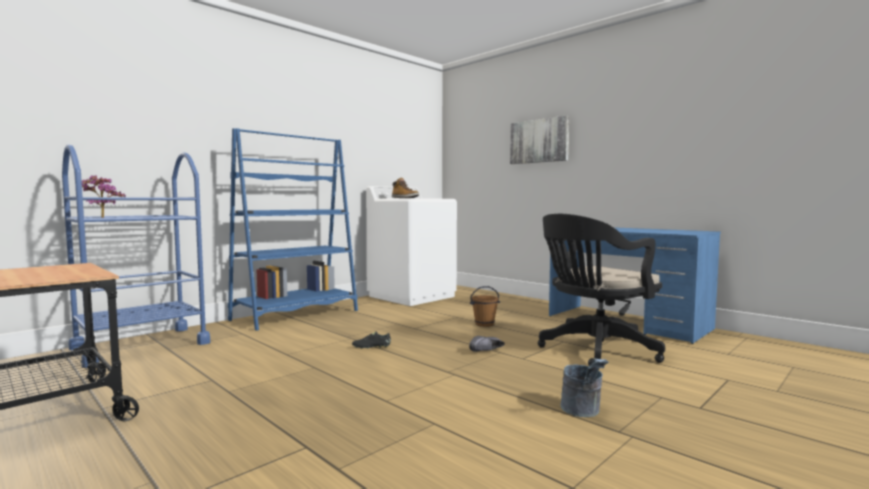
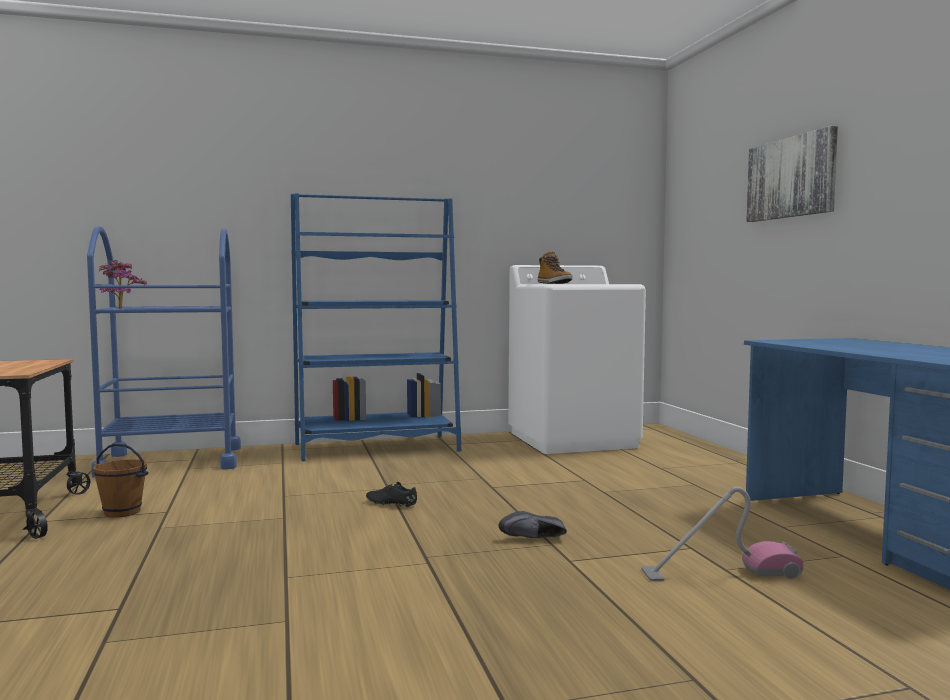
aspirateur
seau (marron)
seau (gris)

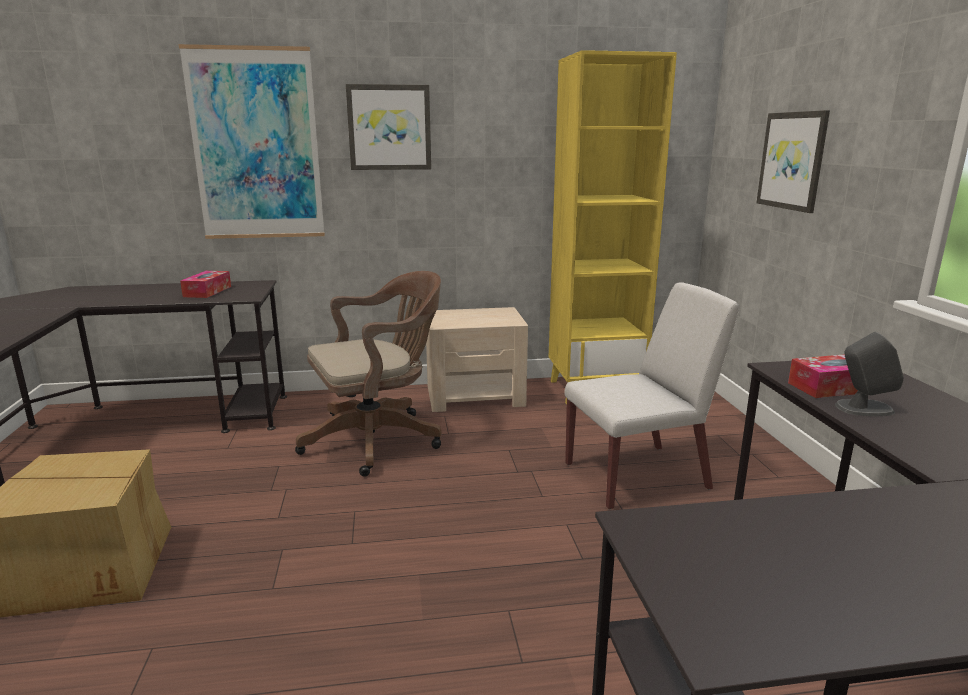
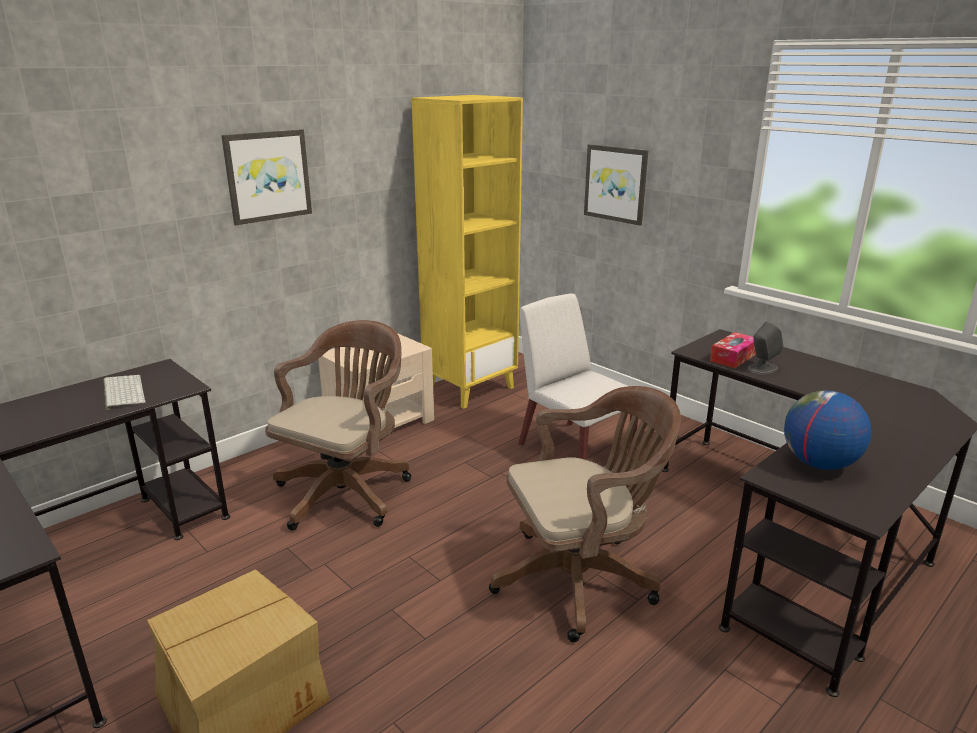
tableau (1st from left in the first image)
clavier
chaise (blanc)
chaise de bureau (marron) (2nd from left)
globe

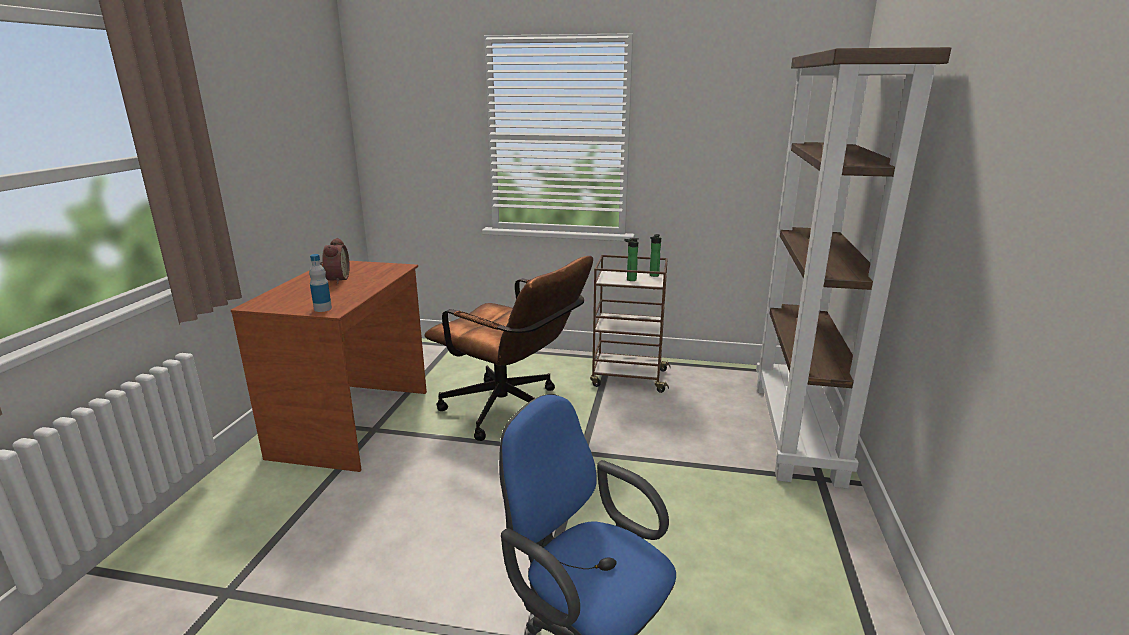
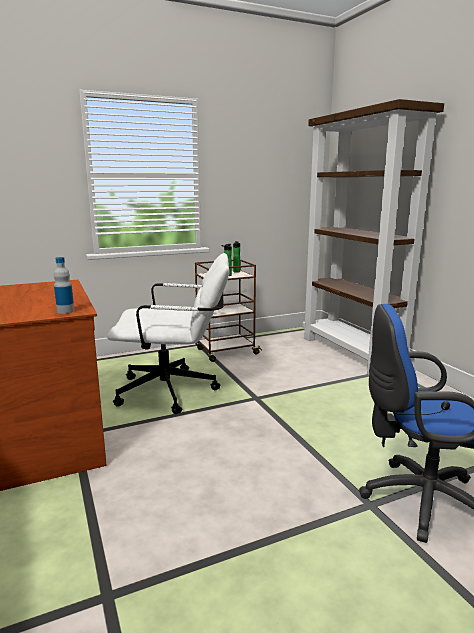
réveil
chaise de bureau (blanc)

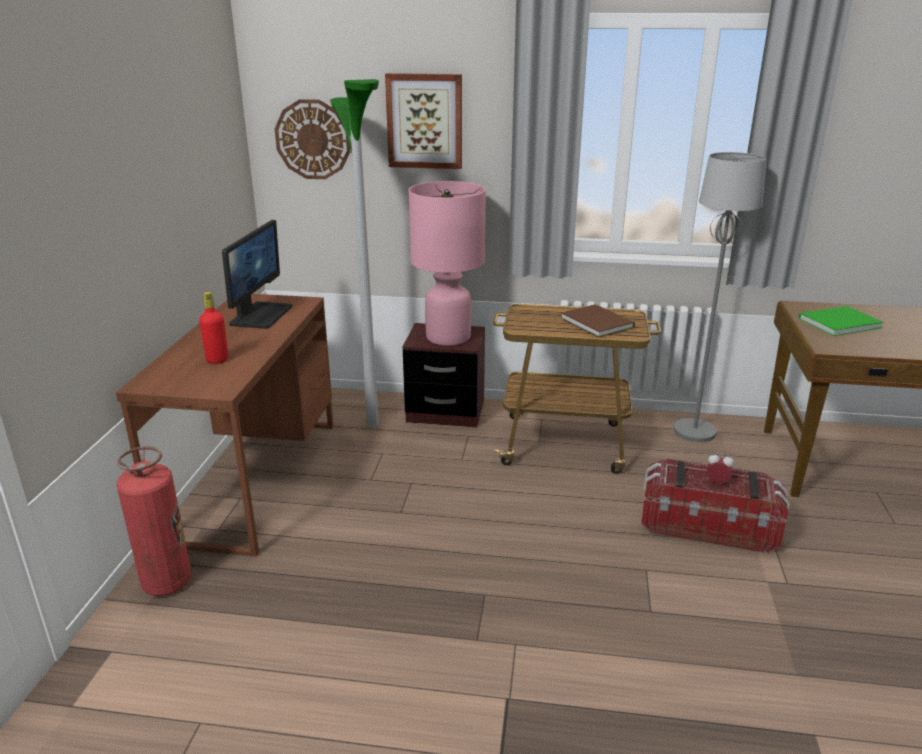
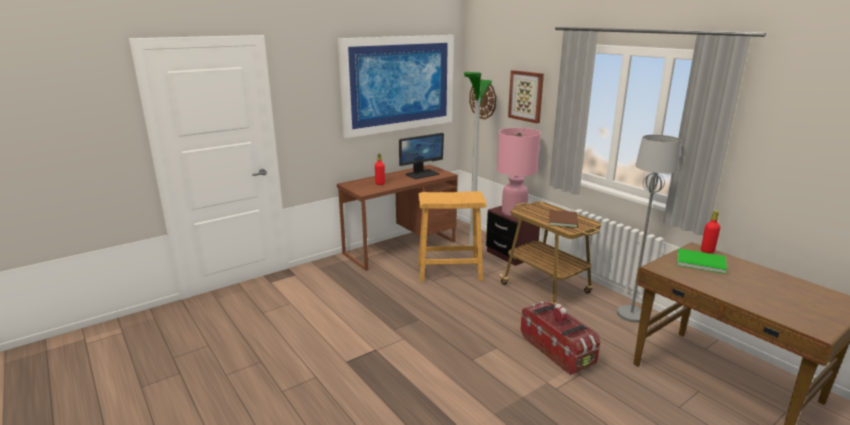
extincteur
tableau (1st from left)
tabouret (beige)
bouteille (rouge) (2nd from left)

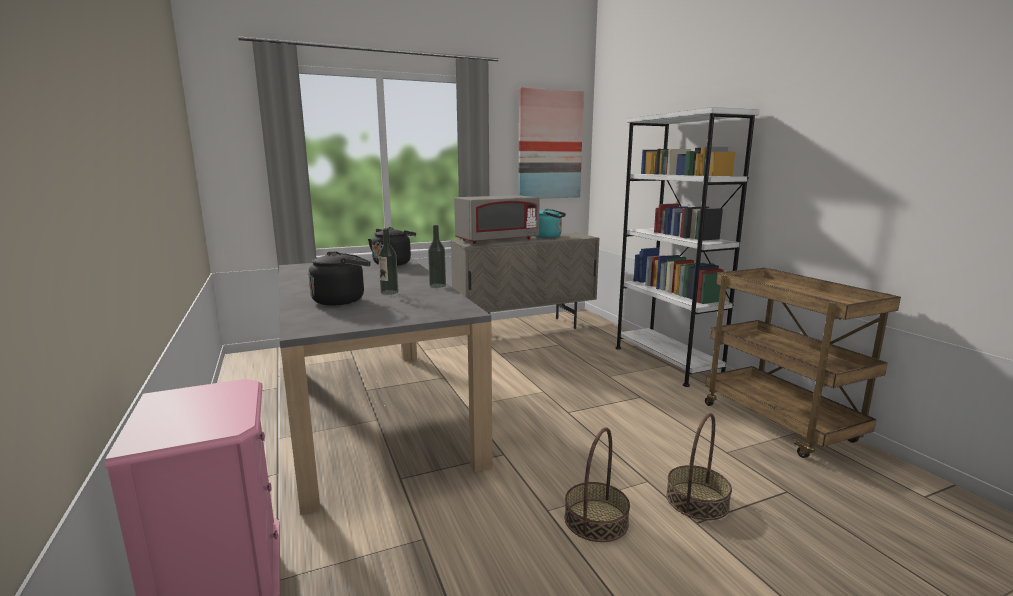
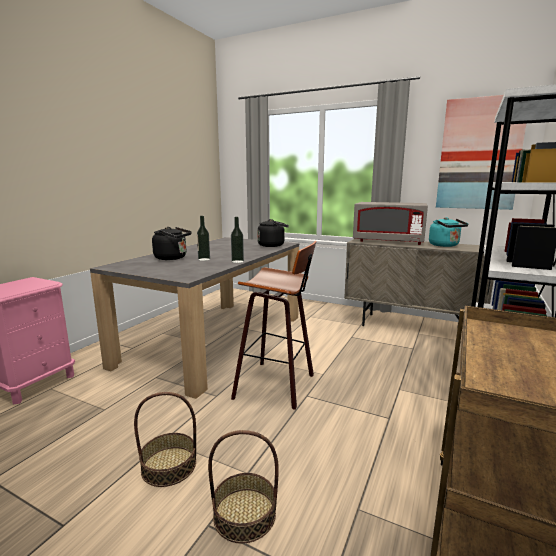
tabouret

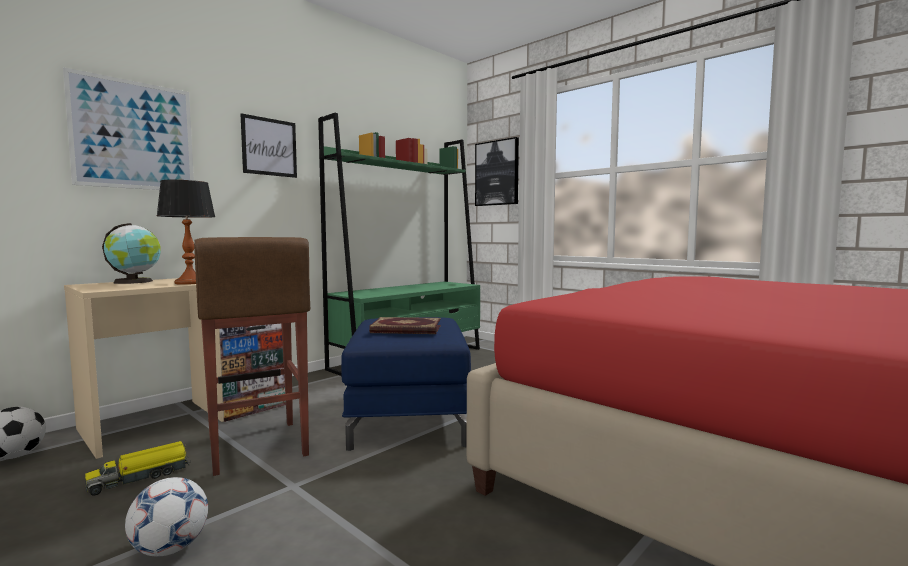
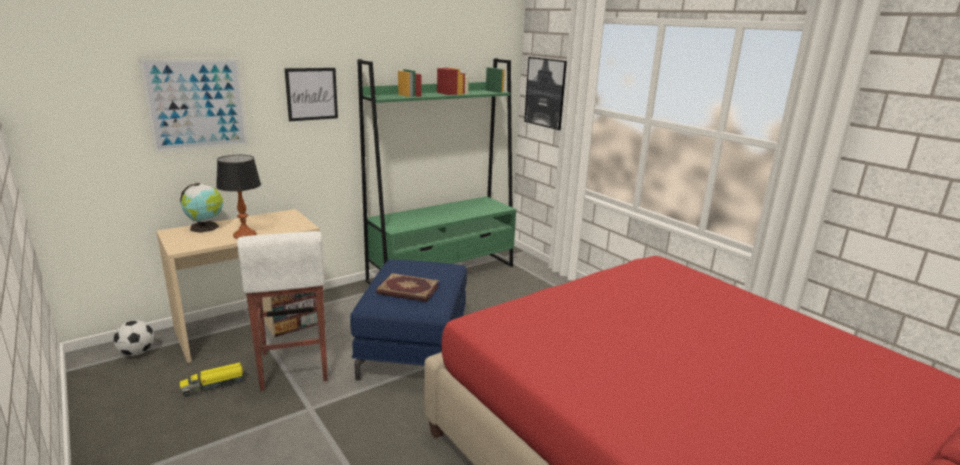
tabouret (blanc)
ballon de foot (2nd from left in the first image)

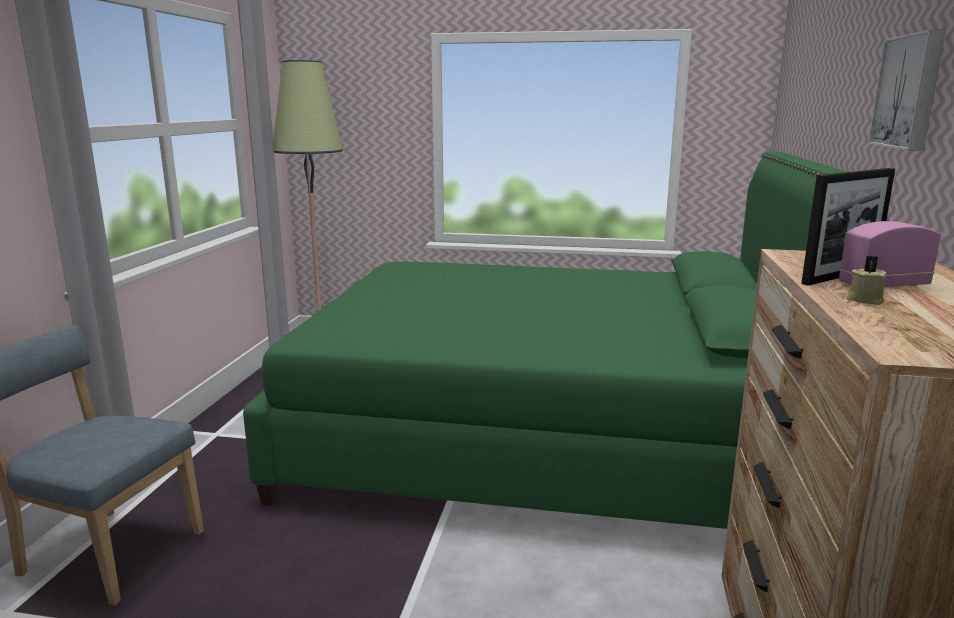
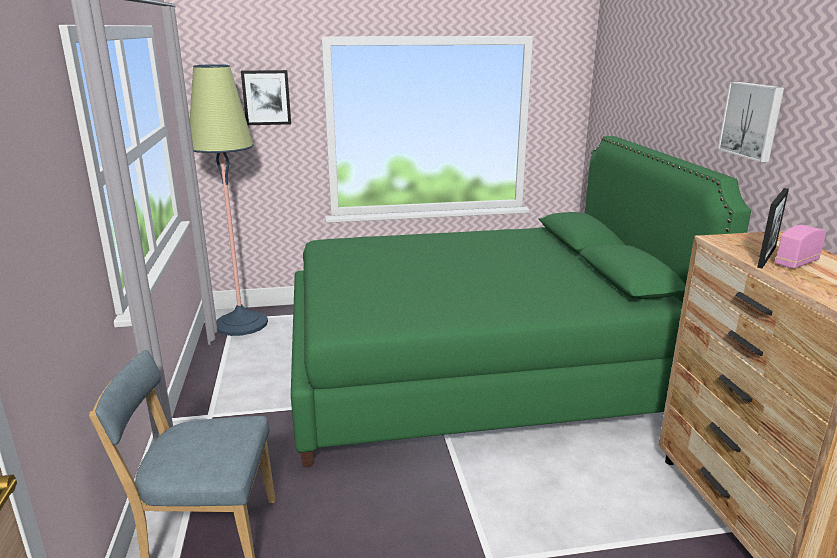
bougie (beige)
tableau (1st from left)

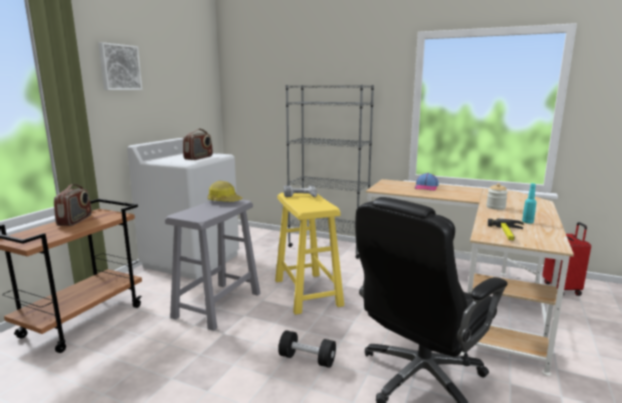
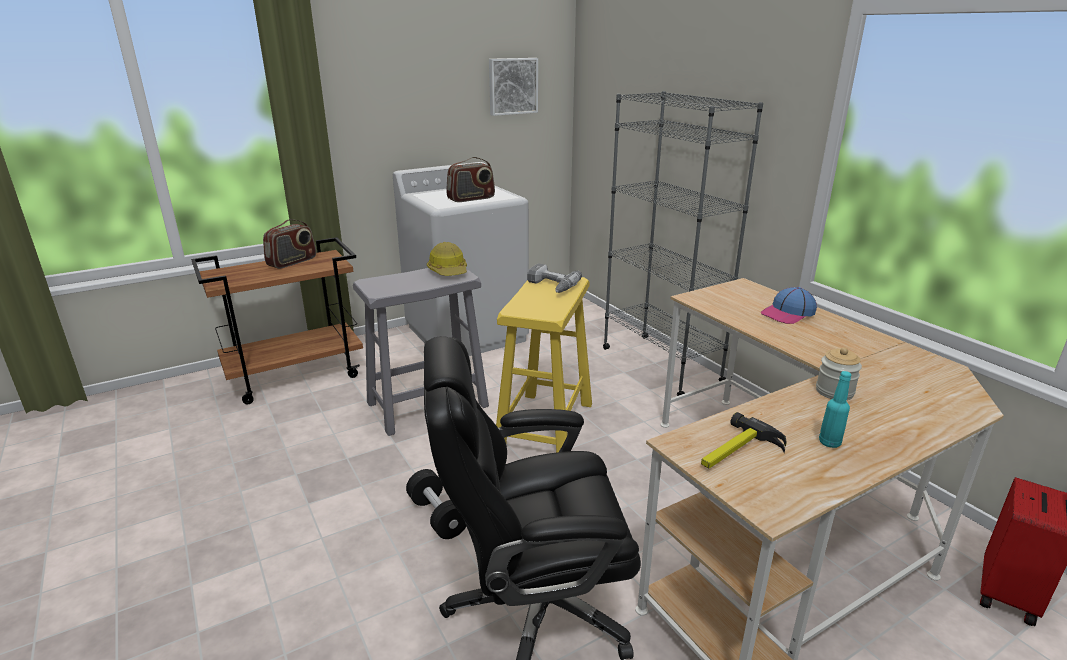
tableau

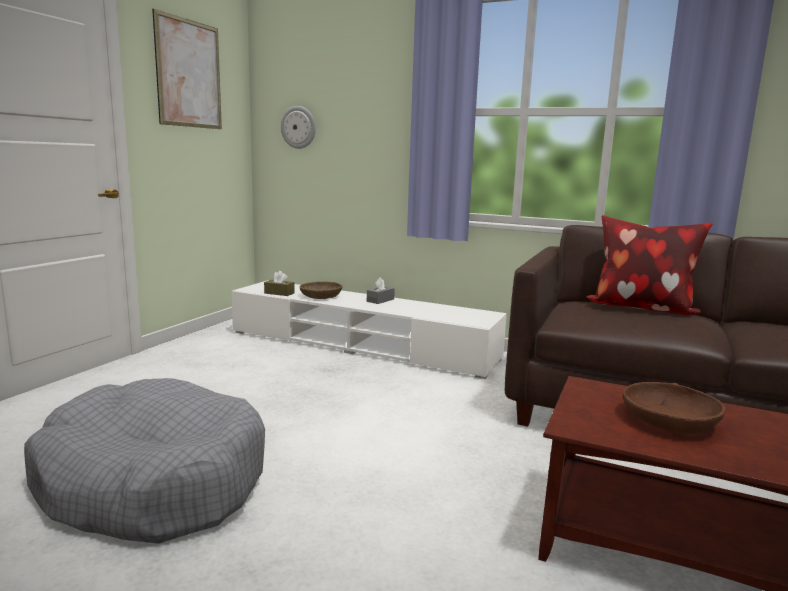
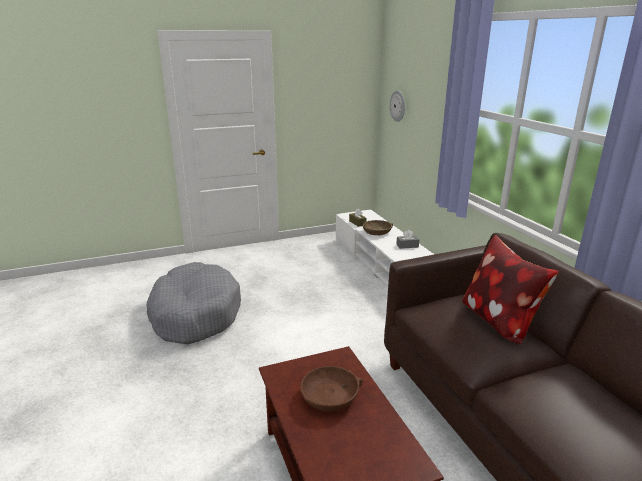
tableau

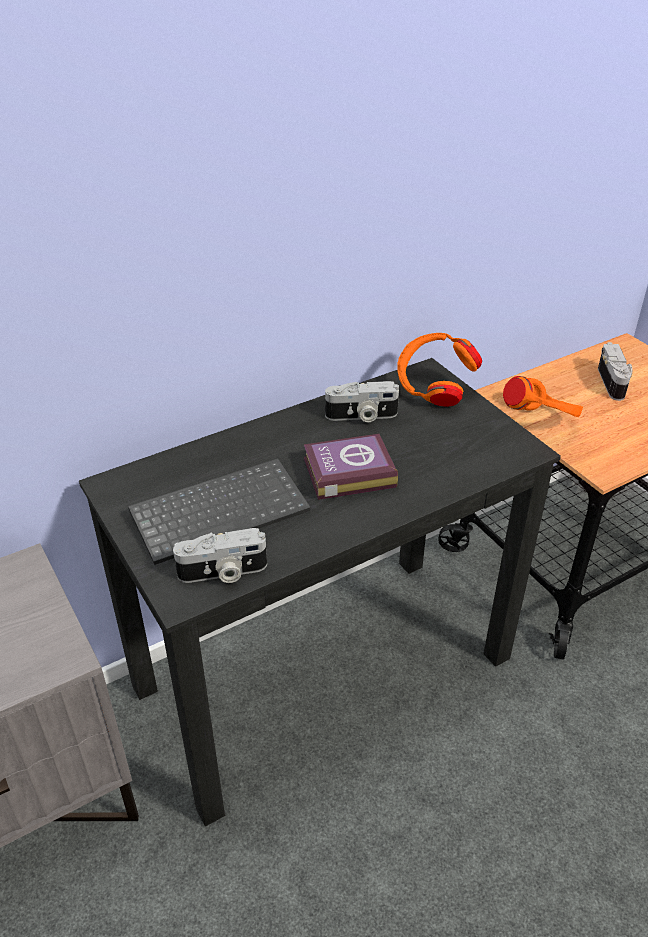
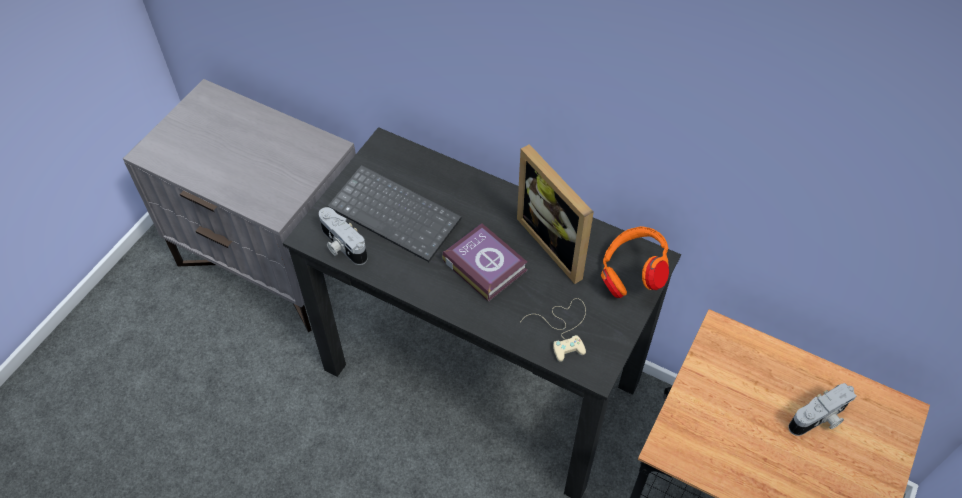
casque audio (orange) (2nd from left in the first image)
cadre photo
manette (beige)

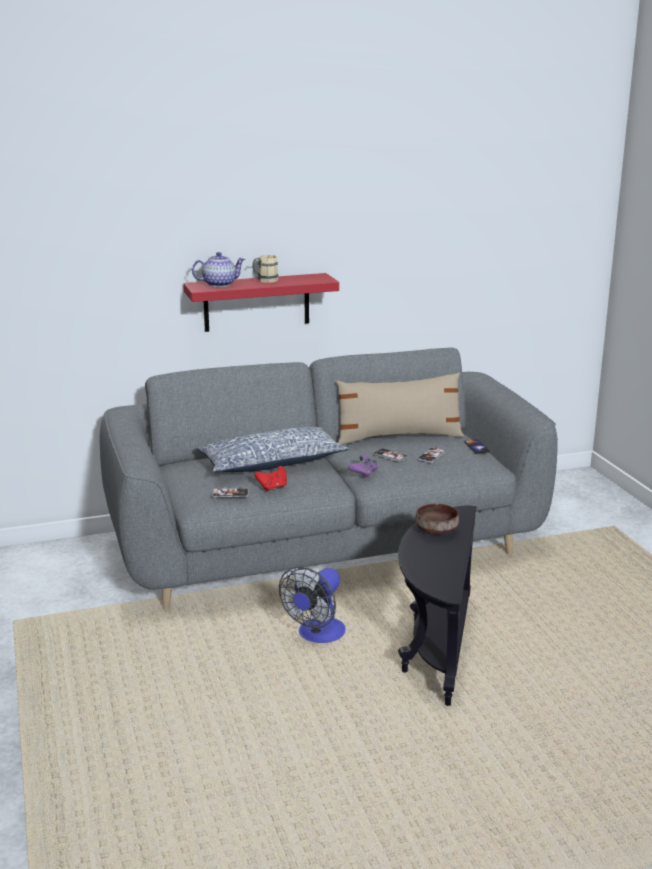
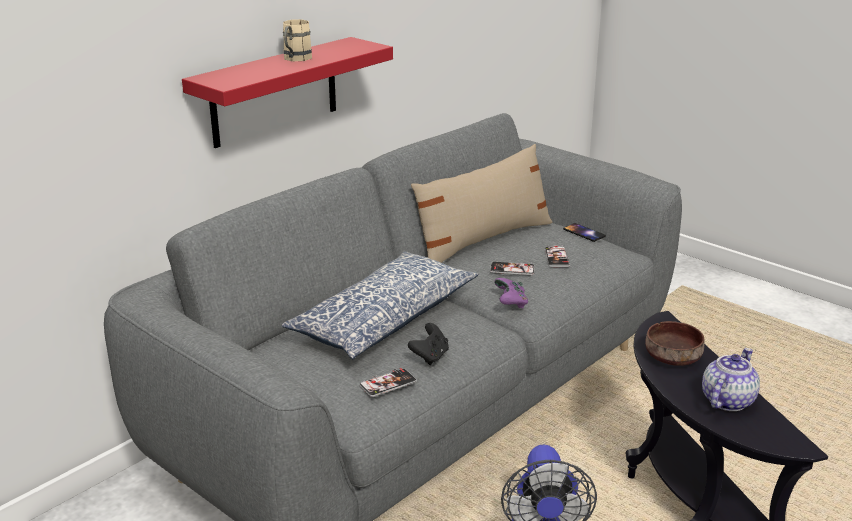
théière
manette (noir)

